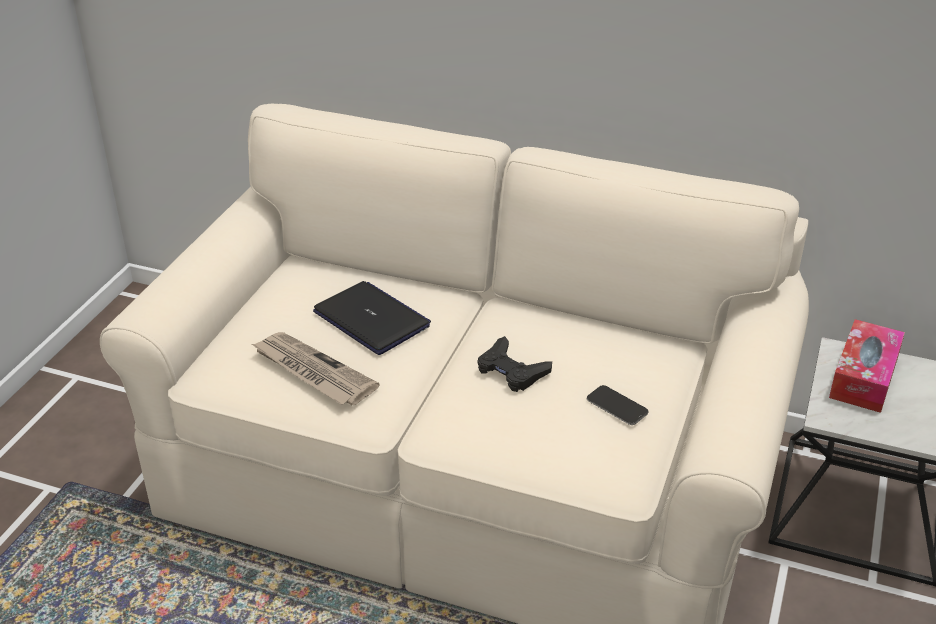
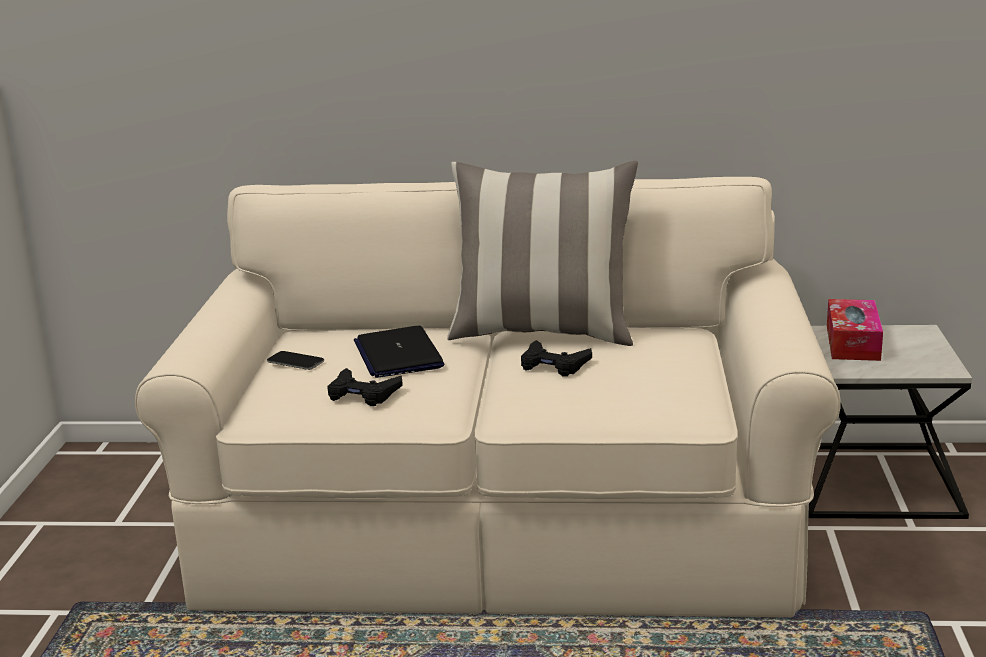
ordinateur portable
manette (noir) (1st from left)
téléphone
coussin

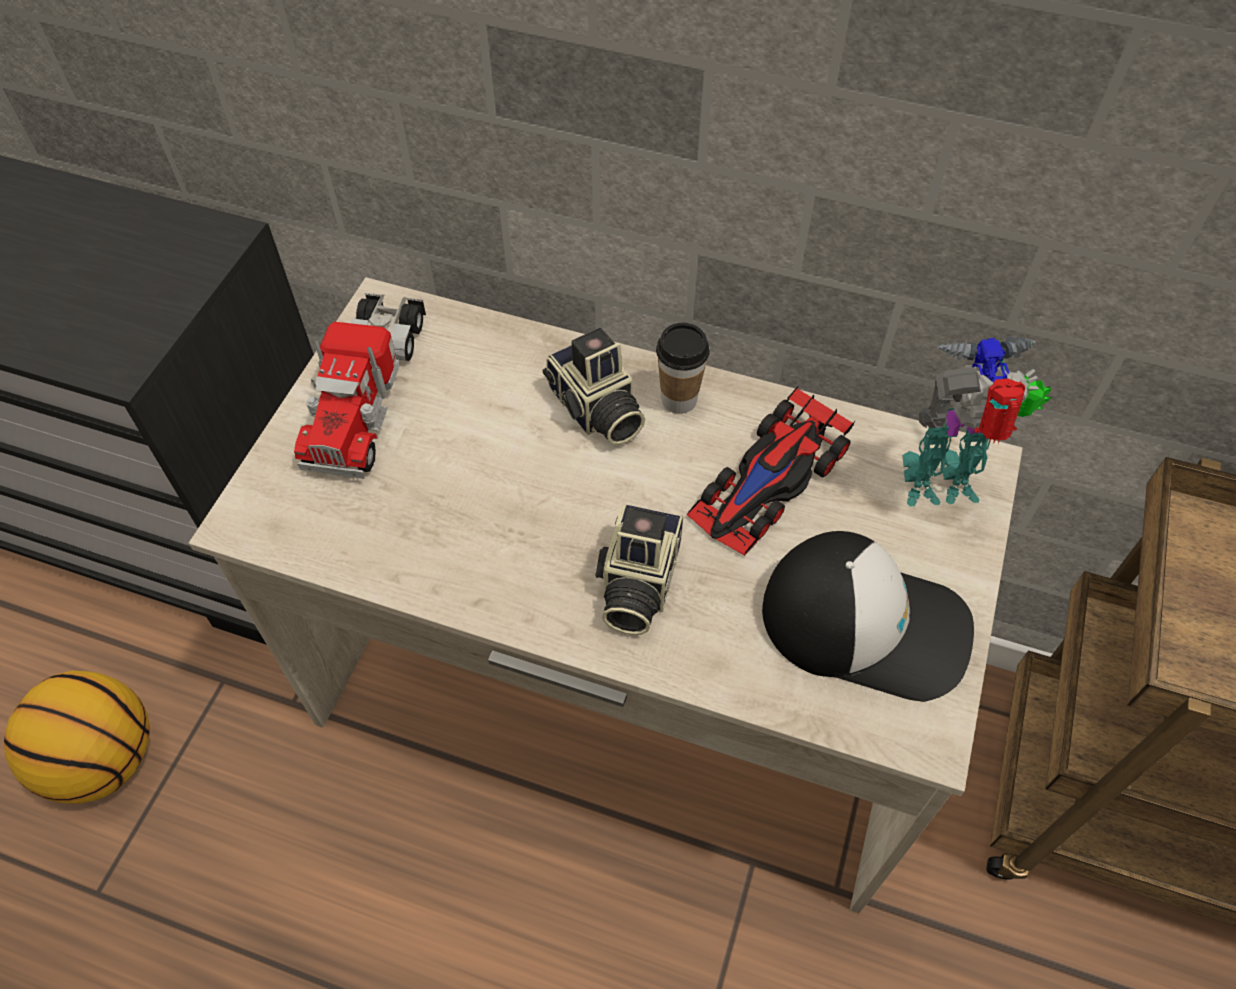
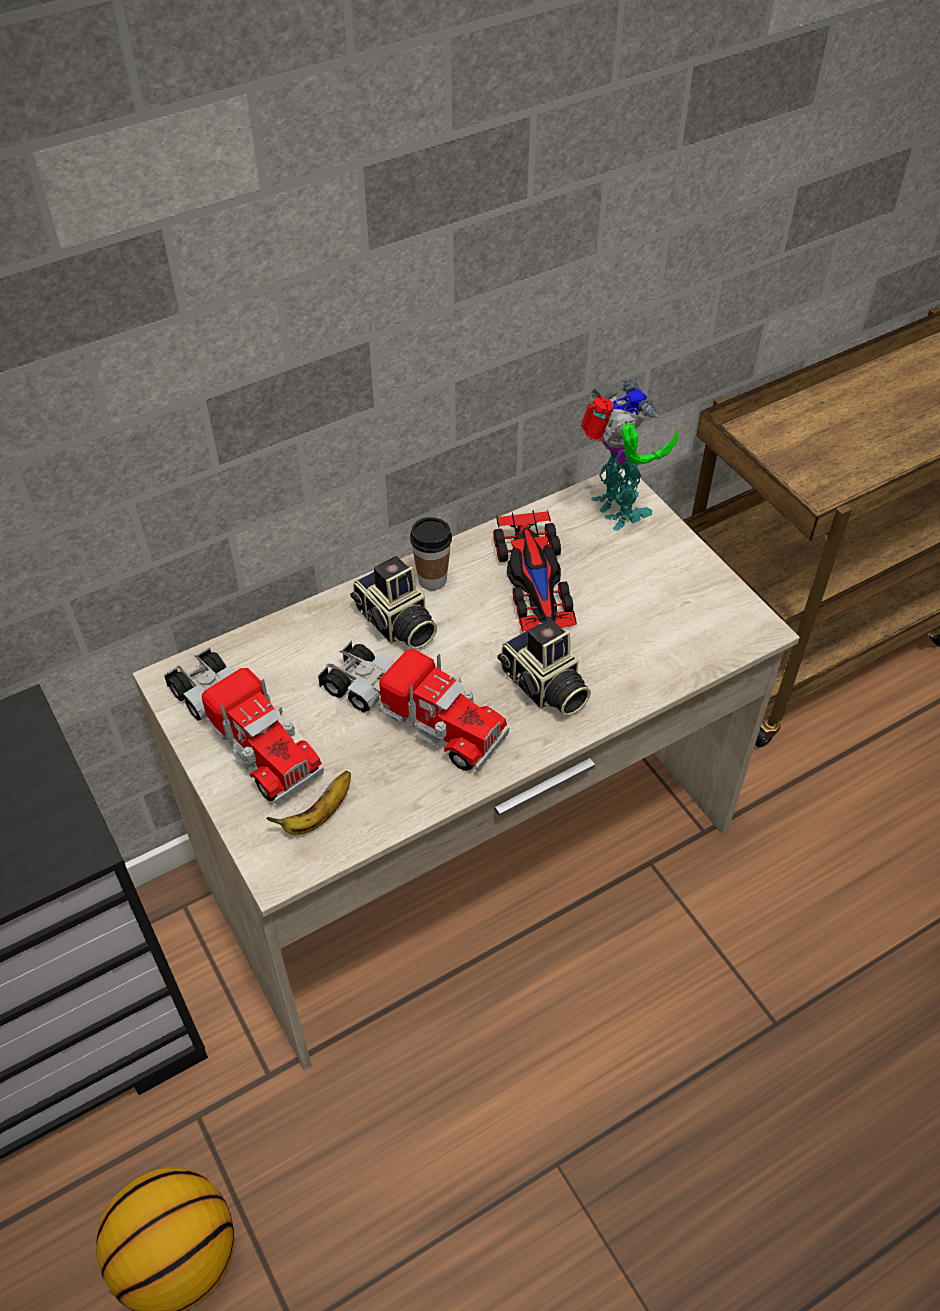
appareil photo (1st from left)
robot jouet
casquette
camion jouet (2nd from left)
banane

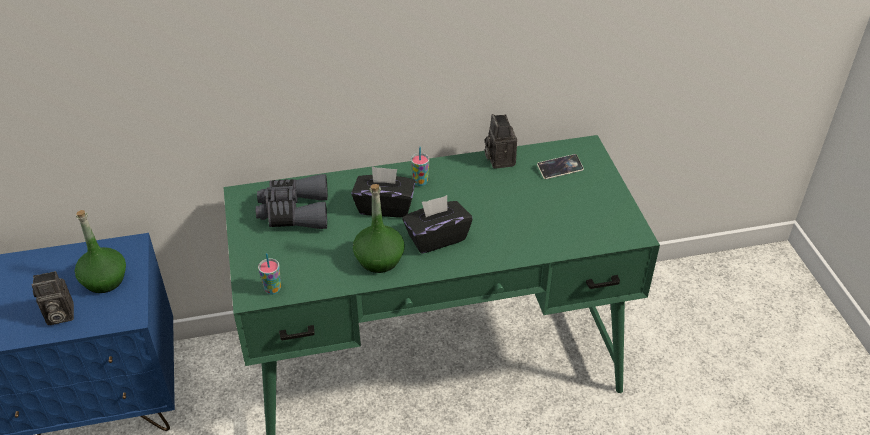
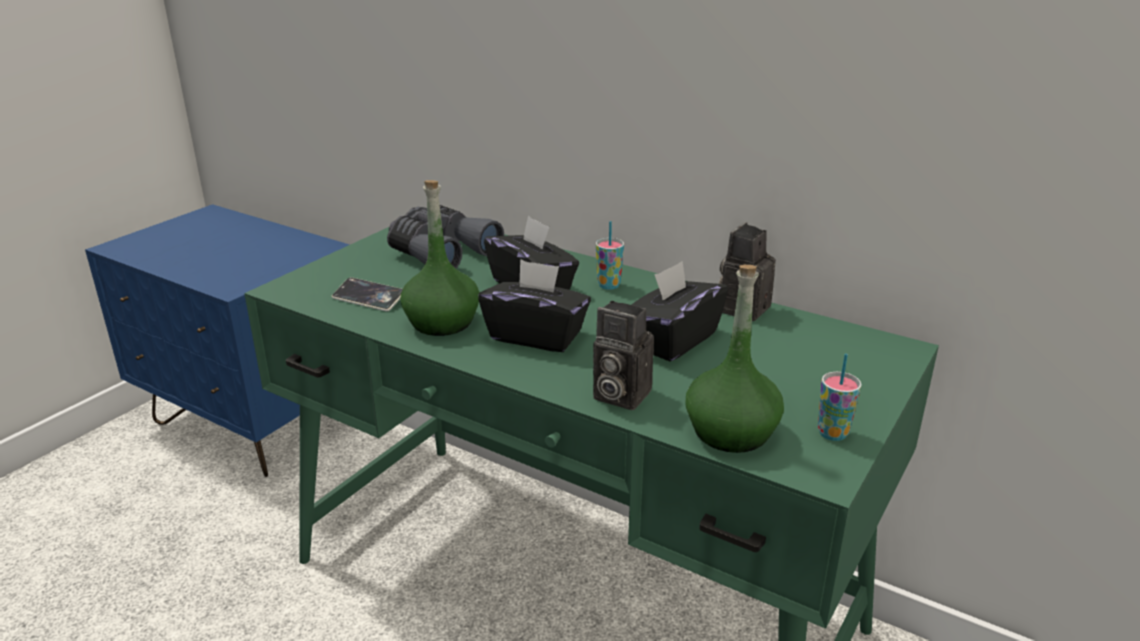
téléphone
bouteille (vert) (2nd from left)
tasse (2nd from left)
appareil photo (1st from left)
boîte à mouchoirs (noir) (3rd from left)

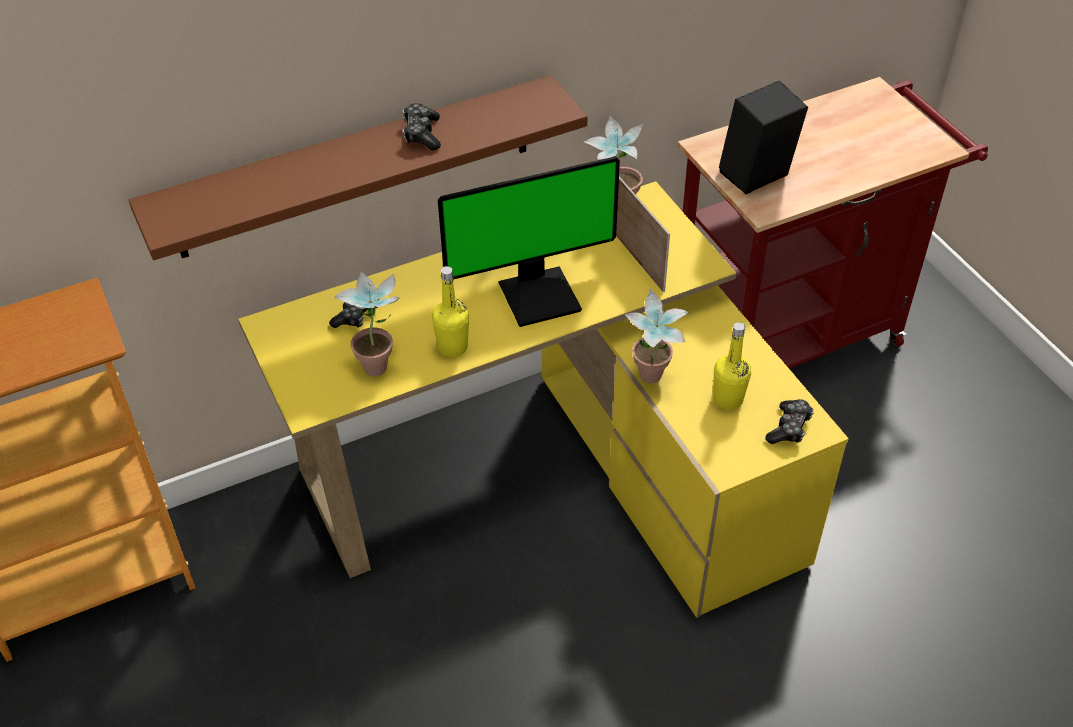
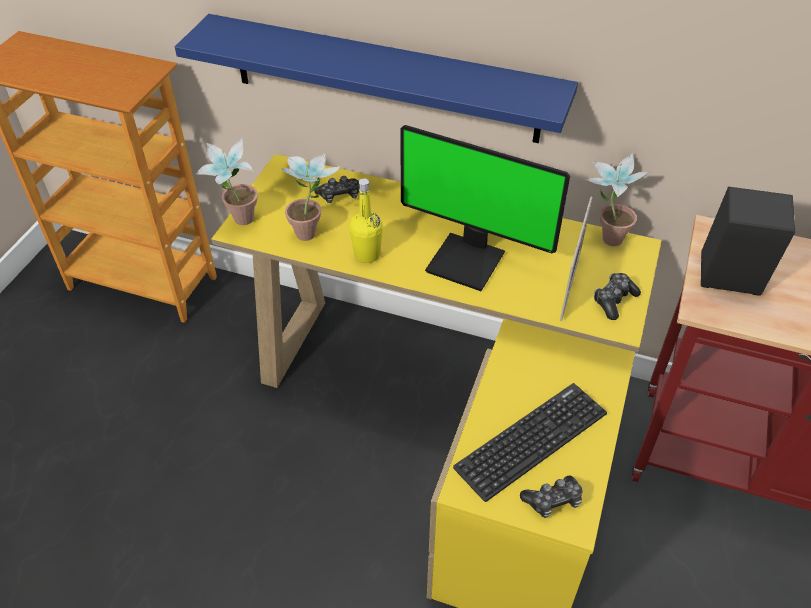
étagère (bleu)
manette (3rd from left)
plante en pot (1st from left)
clavier

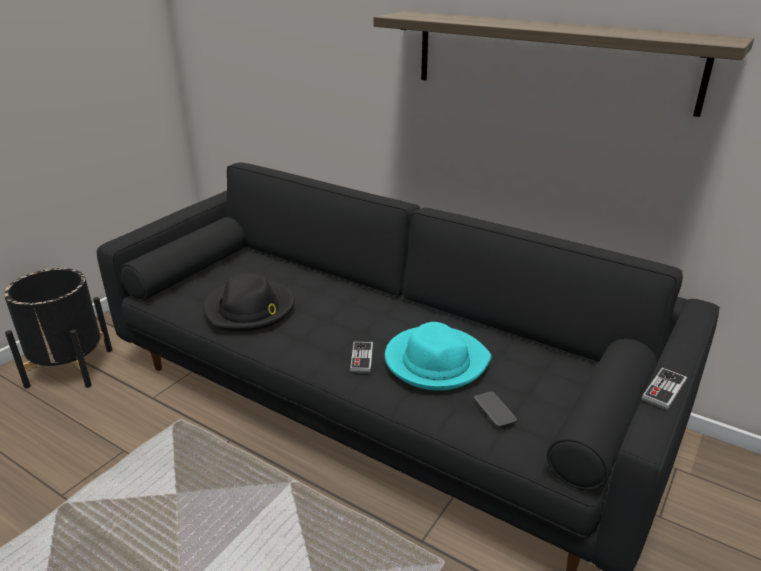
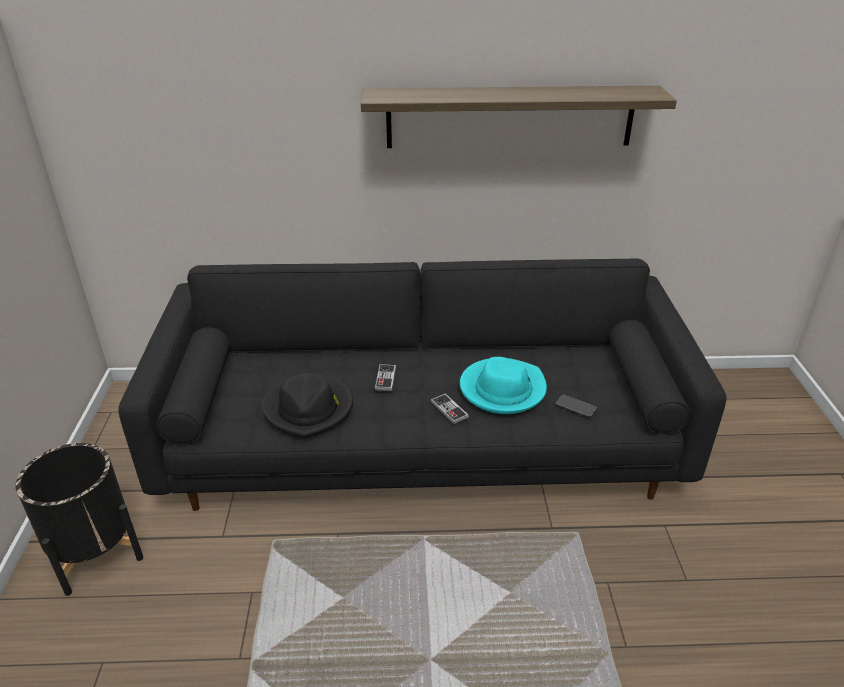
manette (1st from left)

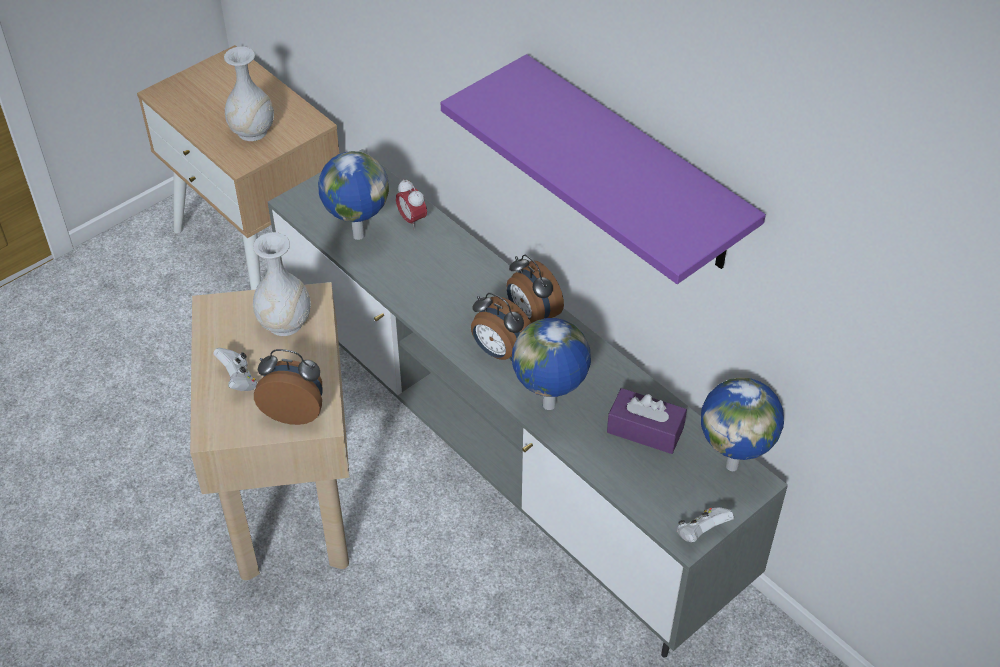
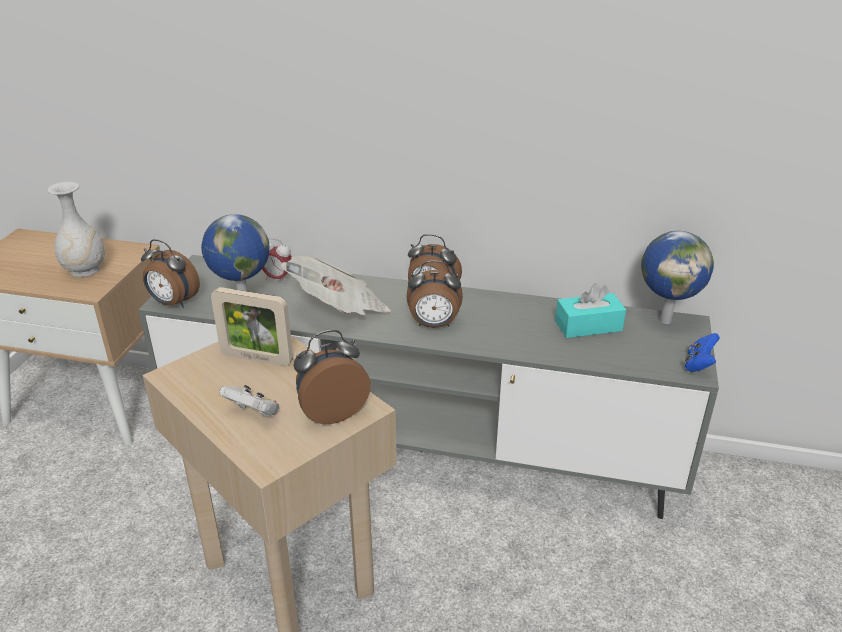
étagère (violet)
cadre photo
globe (2nd from left in the first image)
boîte à mouchoirs (turquoise)
manette (bleu)
réveil (1st from left)
journal

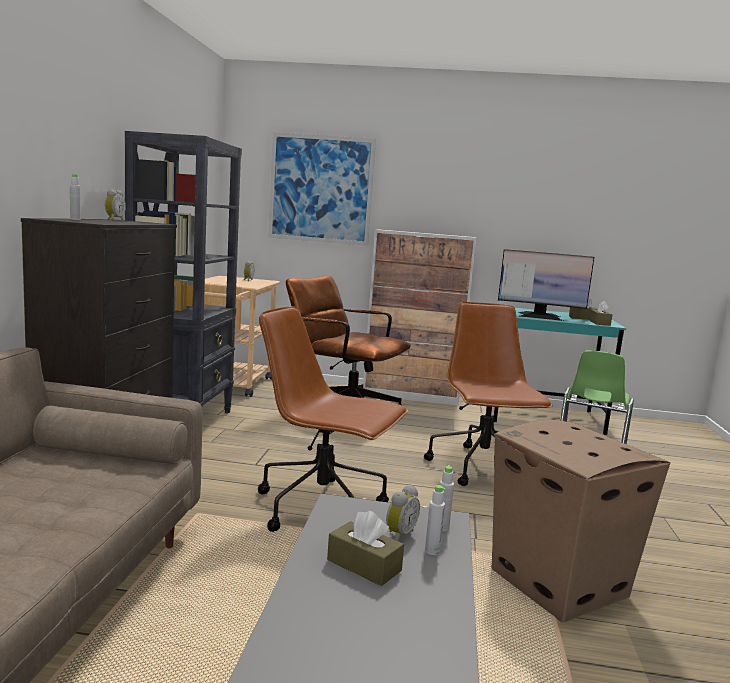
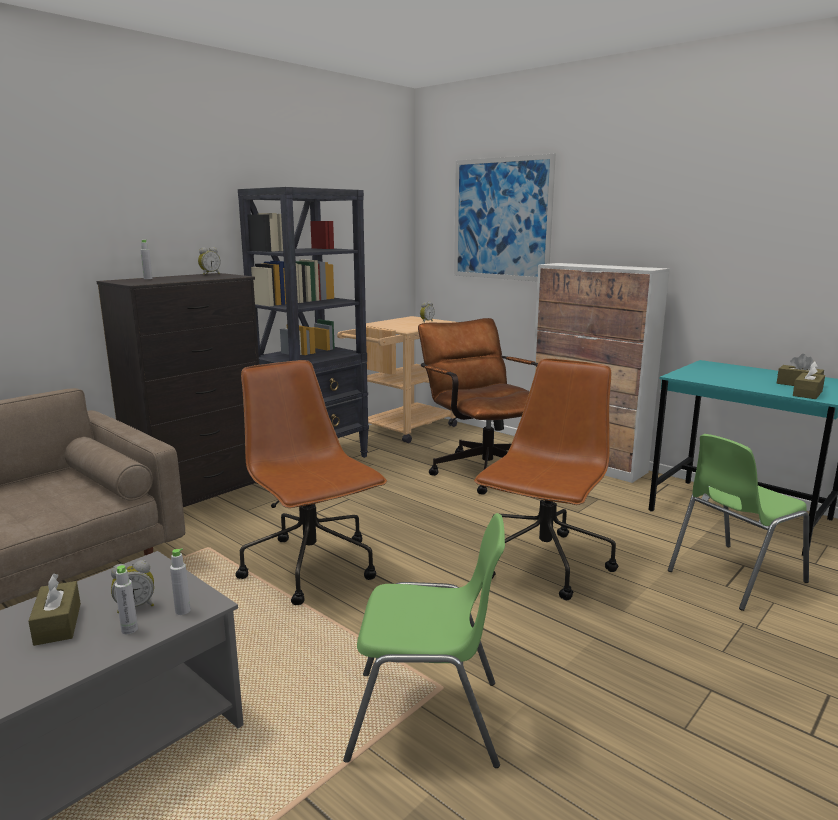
écran d'ordinateur
chaise (vert) (1st from left)

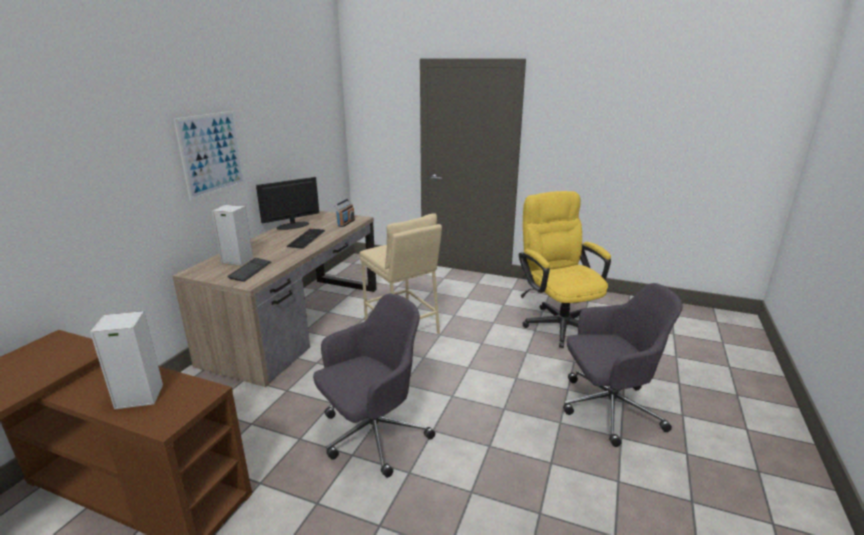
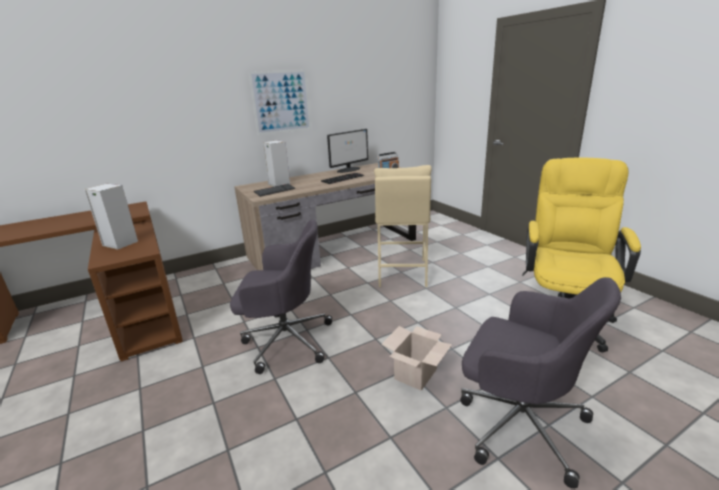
écran d'ordinateur
carton

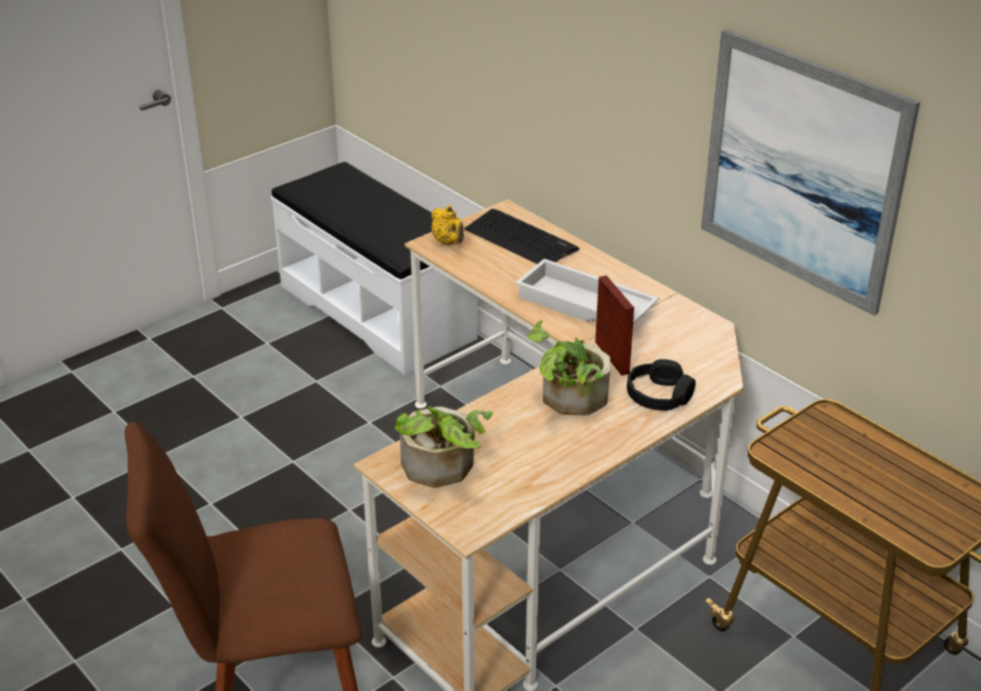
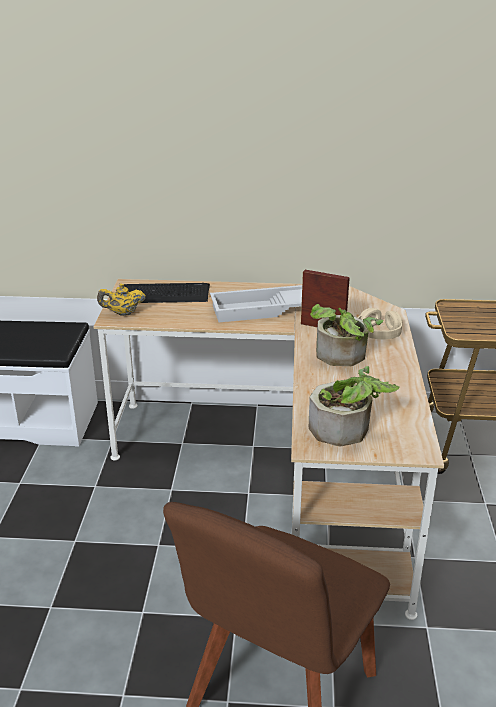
tableau
théière (jaune)
casque audio (beige)

